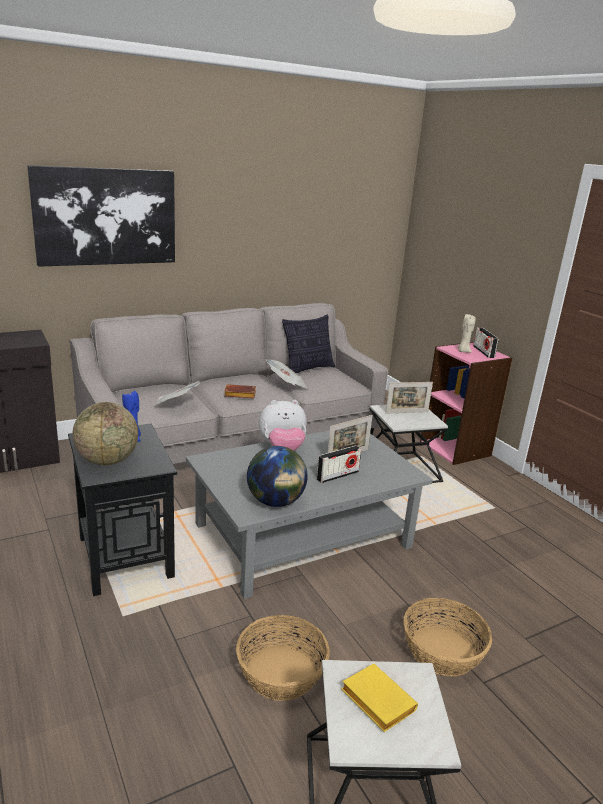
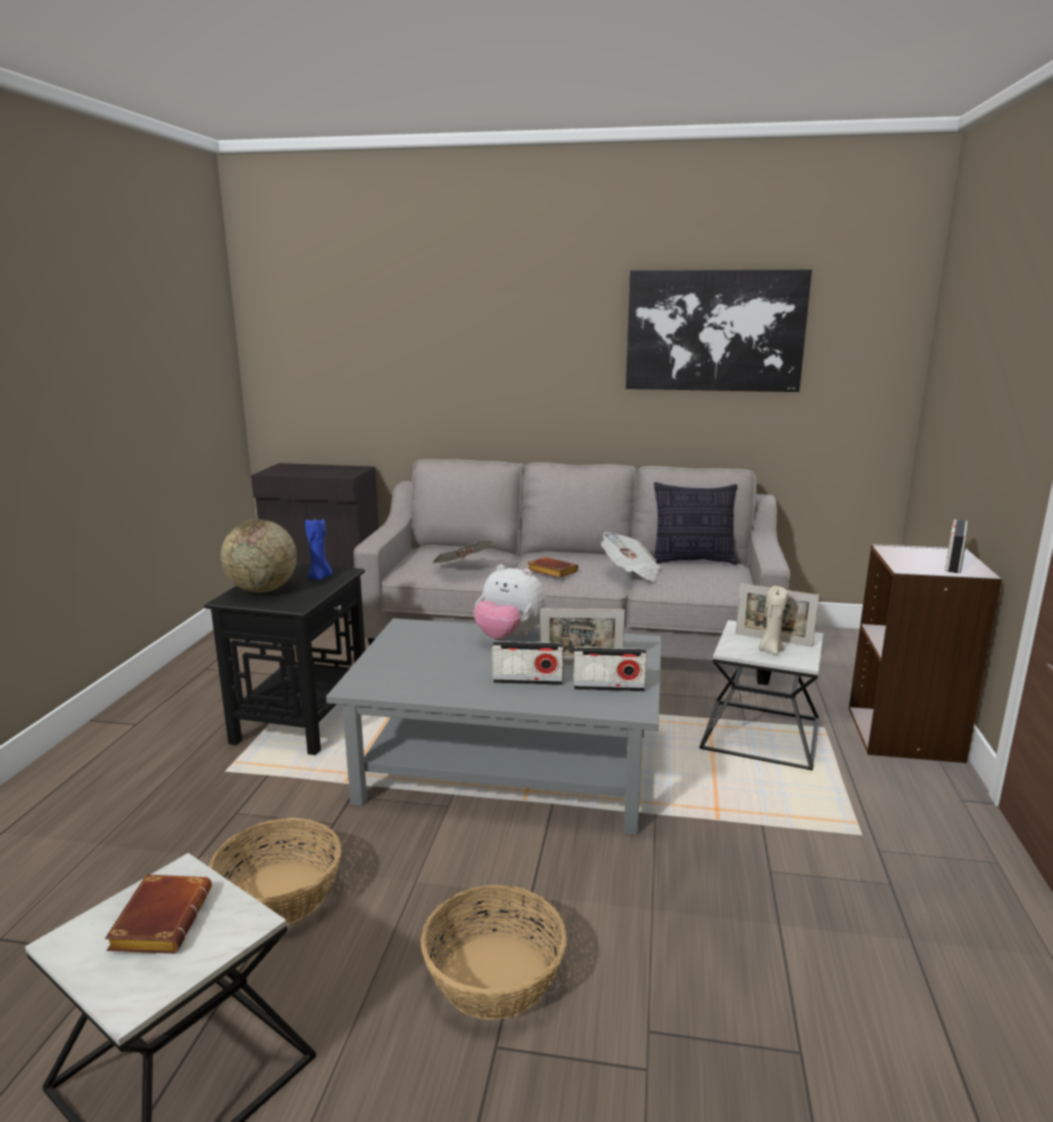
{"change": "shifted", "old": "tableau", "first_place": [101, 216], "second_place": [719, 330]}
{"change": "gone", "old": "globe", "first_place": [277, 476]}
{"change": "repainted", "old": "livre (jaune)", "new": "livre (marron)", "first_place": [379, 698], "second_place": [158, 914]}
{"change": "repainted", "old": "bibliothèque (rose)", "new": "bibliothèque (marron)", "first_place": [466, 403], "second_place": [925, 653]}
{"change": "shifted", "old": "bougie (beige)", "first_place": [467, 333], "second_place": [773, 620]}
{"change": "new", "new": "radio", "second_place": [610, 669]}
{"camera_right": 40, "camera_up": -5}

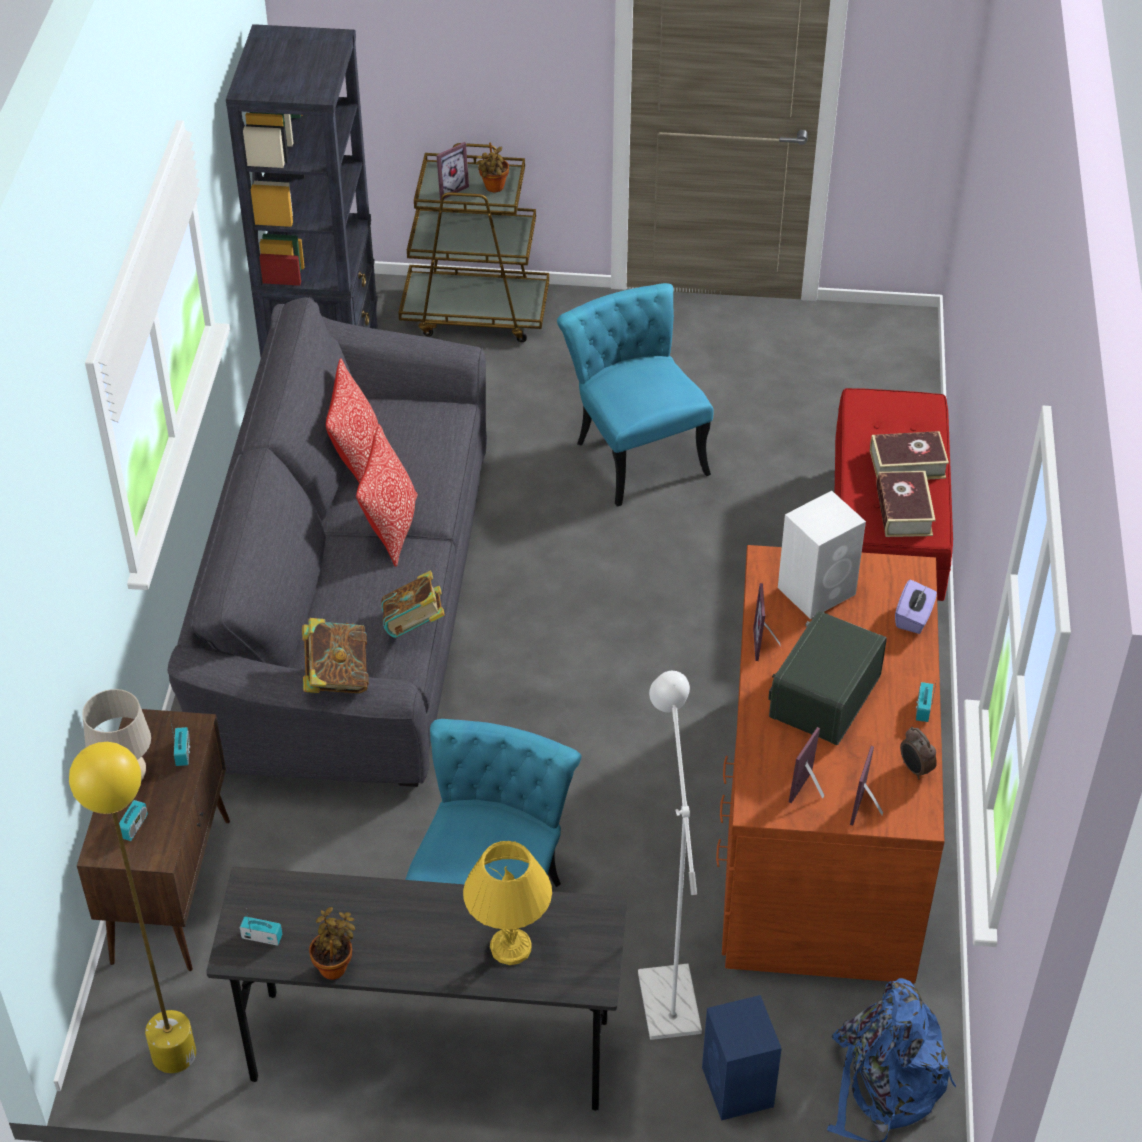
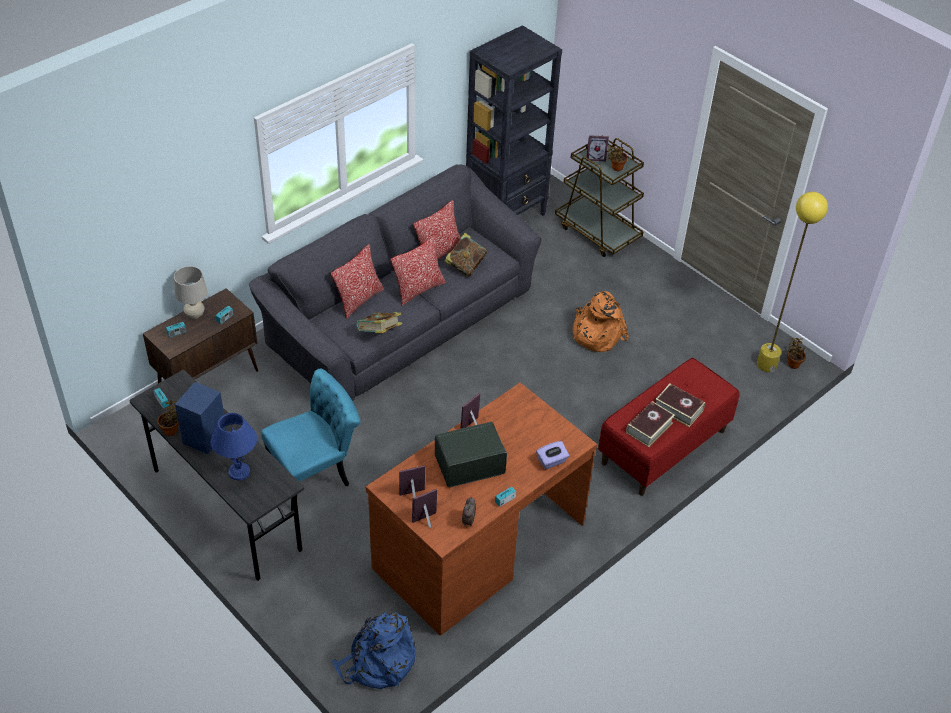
{"change": "shifted", "old": "lampadaire (jaune)", "first_place": [132, 907], "second_place": [792, 282]}
{"change": "shifted", "old": "livre", "first_place": [335, 655], "second_place": [465, 255]}
{"change": "repainted", "old": "lampe de table (jaune)", "new": "lampe de table (bleu)", "first_place": [507, 903], "second_place": [233, 447]}
{"change": "swapped", "old": "chaise (turquoise)", "new": "sac à dos (orange)", "first_place": [635, 394], "second_place": [601, 321]}
{"change": "gone", "old": "lampadaire (blanc)", "first_place": [670, 855]}
{"change": "shifted", "old": "enceinte (bleu)", "first_place": [742, 1058], "second_place": [201, 418]}
{"change": "gone", "old": "enceinte (blanc)", "first_place": [822, 555]}
{"change": "new", "new": "coussin", "second_place": [357, 281]}
{"change": "new", "new": "plante en pot", "second_place": [796, 353]}
{"camera_right": 40, "camera_up": 0}

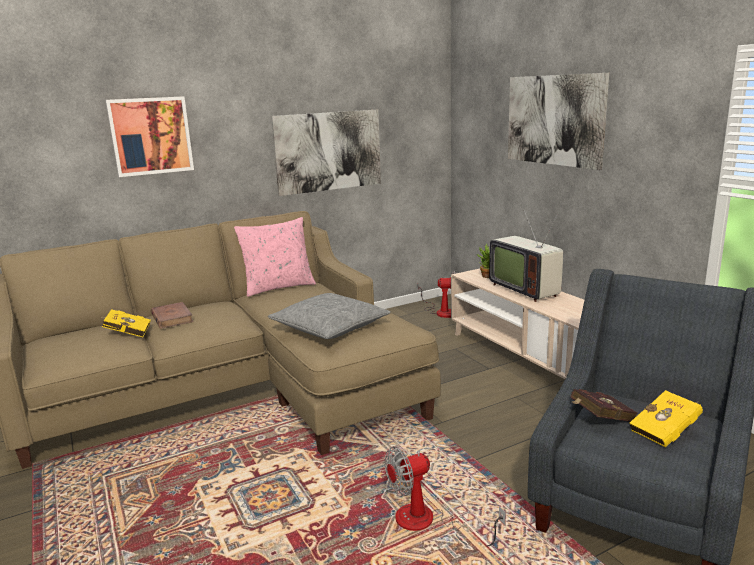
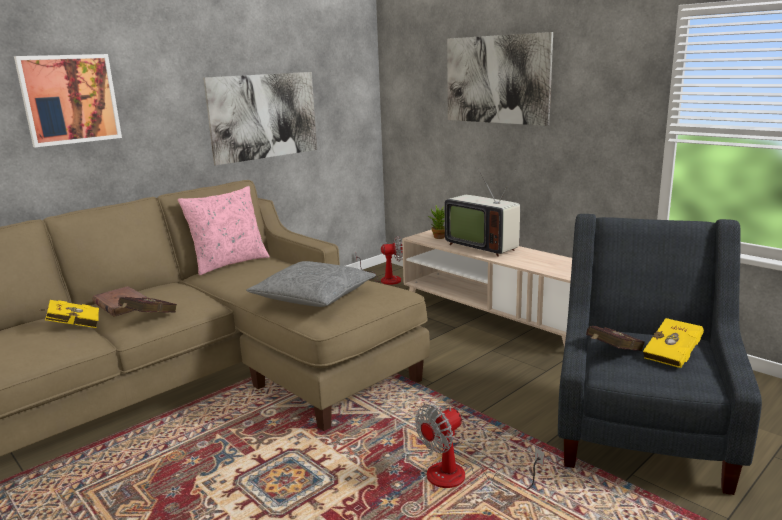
{"change": "new", "new": "livre (rouge)", "second_place": [147, 304]}
{"camera_right": -15, "camera_up": 0}

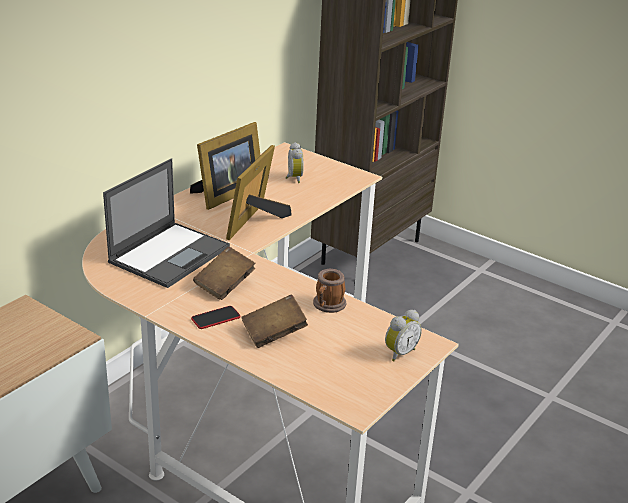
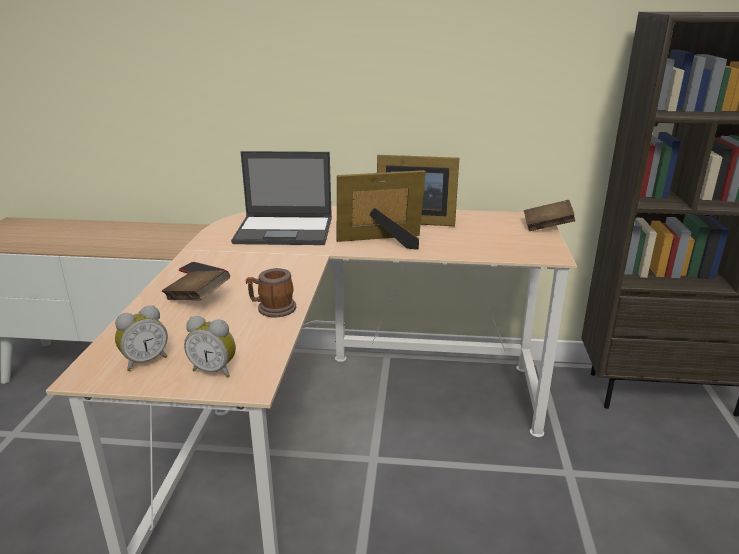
{"change": "shifted", "old": "livre (marron)", "first_place": [224, 273], "second_place": [550, 215]}
{"change": "shifted", "old": "réveil", "first_place": [295, 162], "second_place": [141, 338]}
{"camera_right": 60, "camera_up": -5}

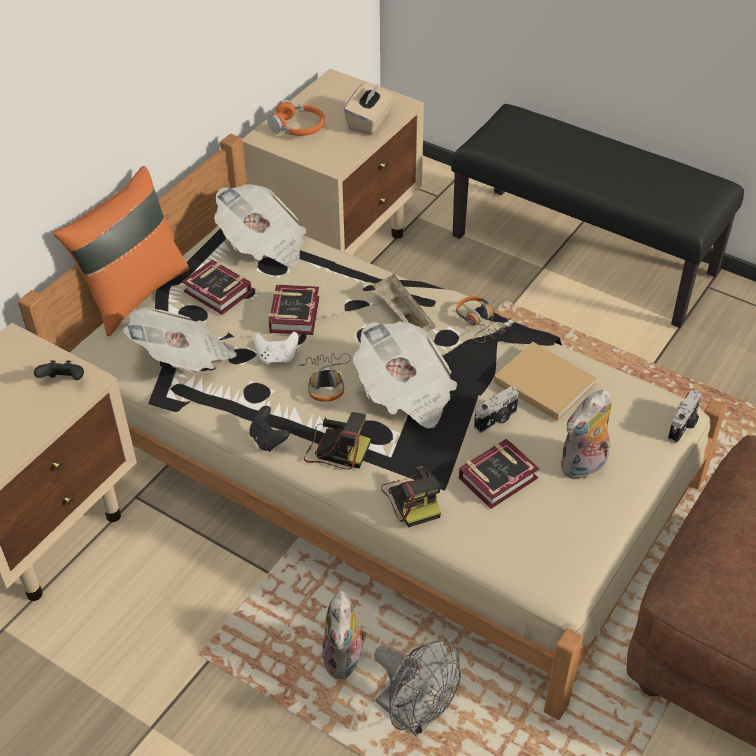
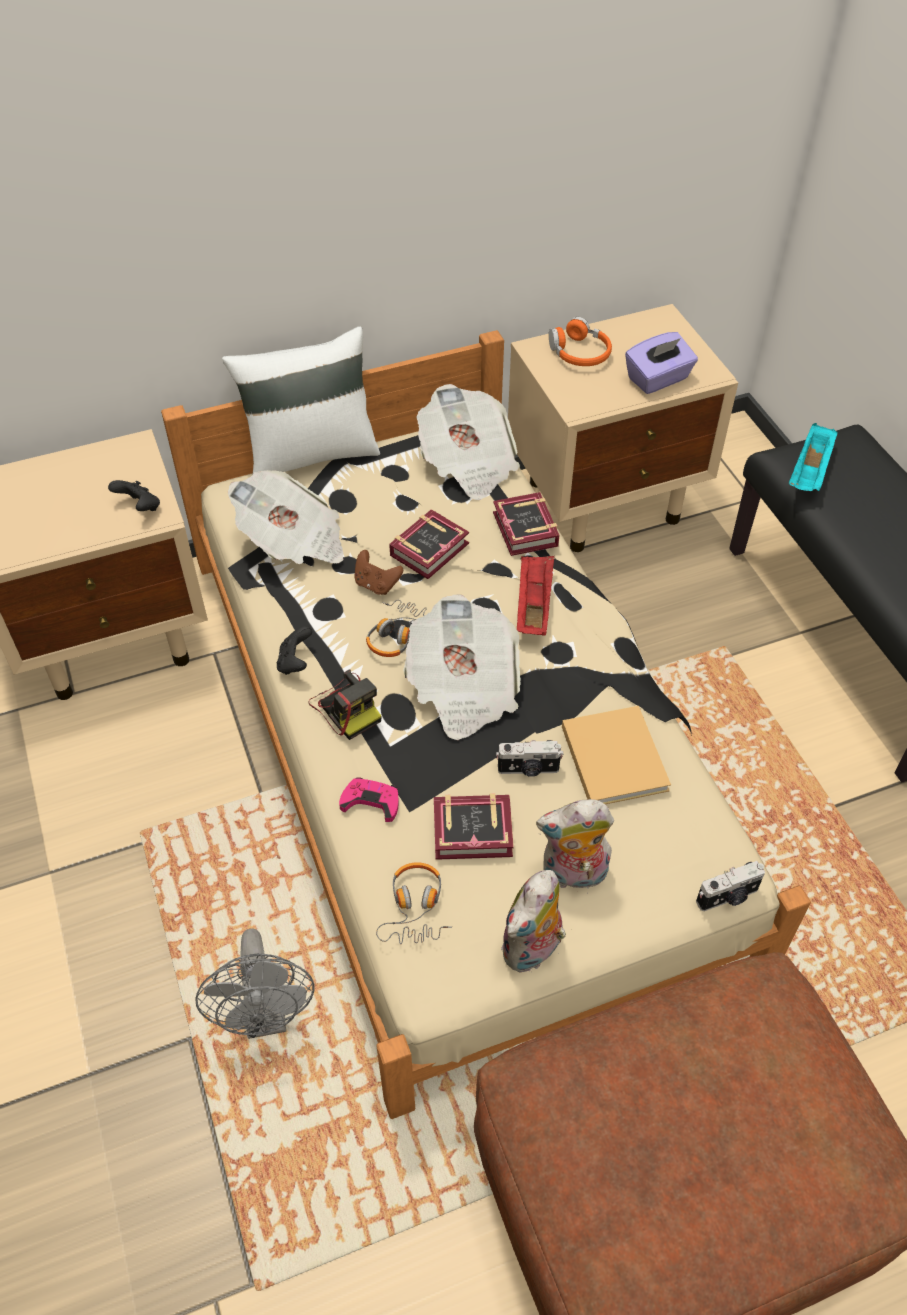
{"change": "repainted", "old": "coussin (orange)", "new": "coussin (blanc)", "first_place": [121, 251], "second_place": [301, 399]}
{"change": "shifted", "old": "livre", "first_place": [217, 287], "second_place": [526, 524]}
{"change": "repainted", "old": "manette (blanc)", "new": "manette (marron)", "first_place": [276, 348], "second_place": [379, 572]}
{"change": "shifted", "old": "peluche", "first_place": [345, 635], "second_place": [533, 921]}
{"change": "repainted", "old": "boîte à mouchoirs (beige)", "new": "boîte à mouchoirs (violet)", "first_place": [369, 108], "second_place": [661, 363]}
{"change": "repainted", "old": "plateau (beige)", "new": "plateau (rouge)", "first_place": [404, 302], "second_place": [535, 595]}
{"change": "swapped", "old": "appareil photo", "new": "manette (rose)", "first_place": [411, 497], "second_place": [369, 799]}
{"change": "shifted", "old": "casque audio", "first_place": [484, 319], "second_place": [414, 903]}
{"change": "new", "new": "plateau (turquoise)", "second_place": [813, 457]}
{"camera_right": 35, "camera_up": 5}

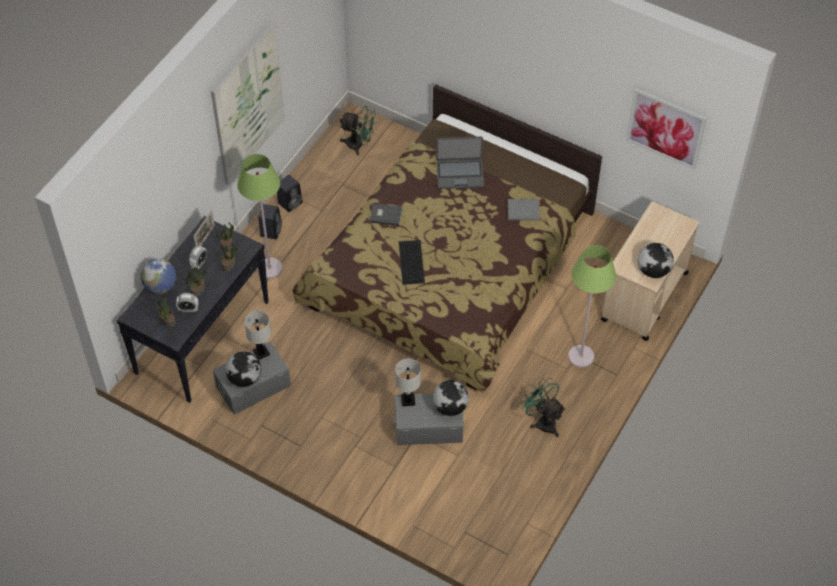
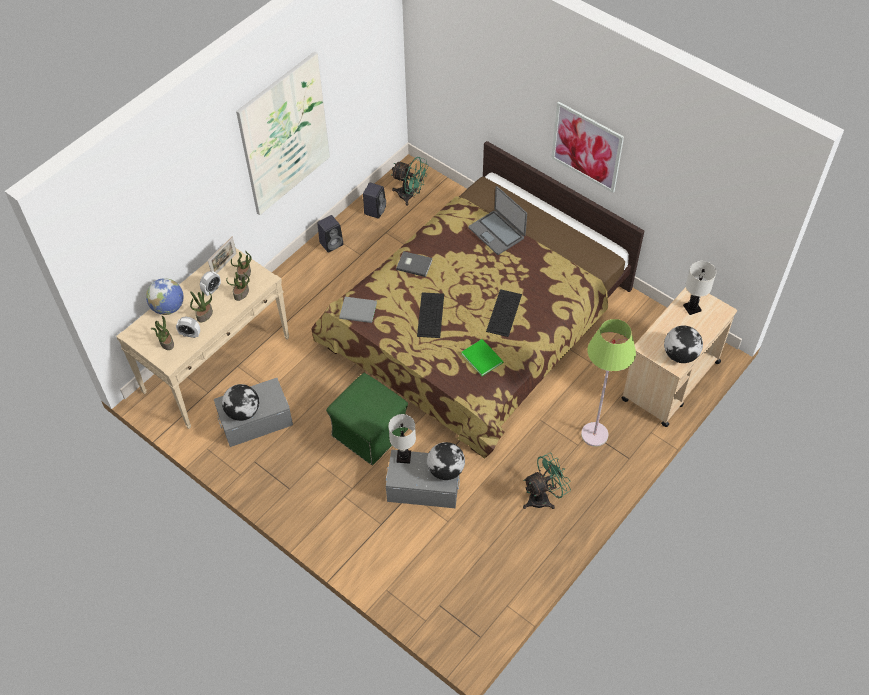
{"change": "repainted", "old": "table console (noir)", "new": "table console (beige)", "first_place": [192, 309], "second_place": [203, 338]}
{"change": "gone", "old": "lampadaire (vert)", "first_place": [259, 216]}
{"change": "shifted", "old": "lampe de table (blanc)", "first_place": [257, 335], "second_place": [699, 288]}
{"change": "shifted", "old": "enceinte (noir)", "first_place": [270, 221], "second_place": [374, 201]}
{"change": "rotated", "old": "ordinateur portable", "first_place": [460, 163], "second_place": [497, 220], "degrees": 45}
{"change": "shifted", "old": "livre (gris)", "first_place": [524, 209], "second_place": [358, 310]}
{"change": "rotated", "old": "ventilateur (vert)", "first_place": [543, 407], "second_place": [547, 481], "degrees": 90}
{"change": "shifted", "old": "tableau", "first_place": [666, 129], "second_place": [587, 147]}
{"change": "new", "new": "pouf (vert)", "second_place": [367, 419]}
{"change": "new", "new": "livre (vert)", "second_place": [482, 357]}
{"change": "new", "new": "clavier", "second_place": [504, 313]}
{"camera_right": 10, "camera_up": 0}

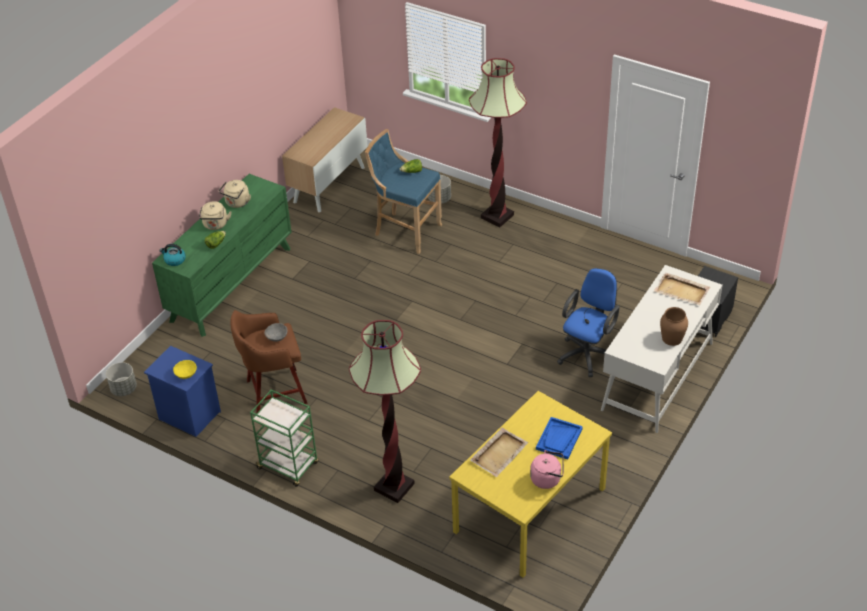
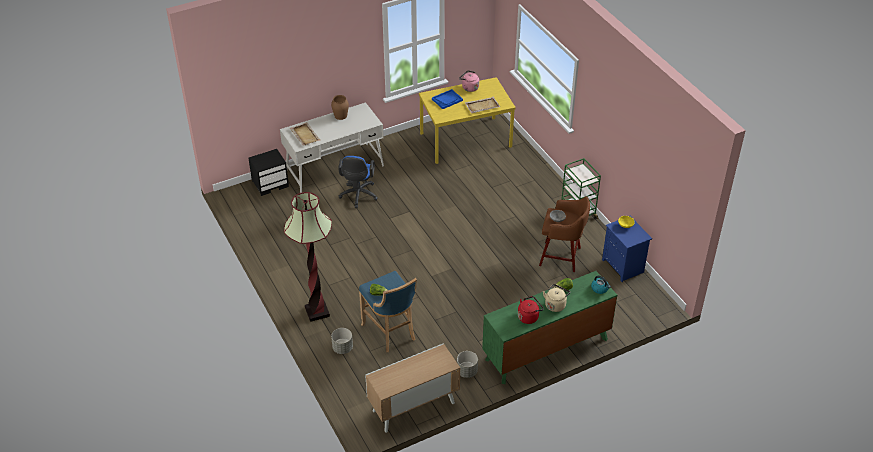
{"change": "shifted", "old": "cache-pot (gris)", "first_place": [121, 379], "second_place": [467, 364]}
{"change": "repainted", "old": "bouilloire (beige)", "new": "bouilloire (rouge)", "first_place": [234, 194], "second_place": [531, 310]}
{"change": "gone", "old": "lampadaire", "first_place": [385, 411]}
{"change": "rotated", "old": "chaise de bureau (bleu)", "first_place": [588, 322], "second_place": [358, 182], "degrees": -60}
{"camera_right": -150, "camera_up": 0}

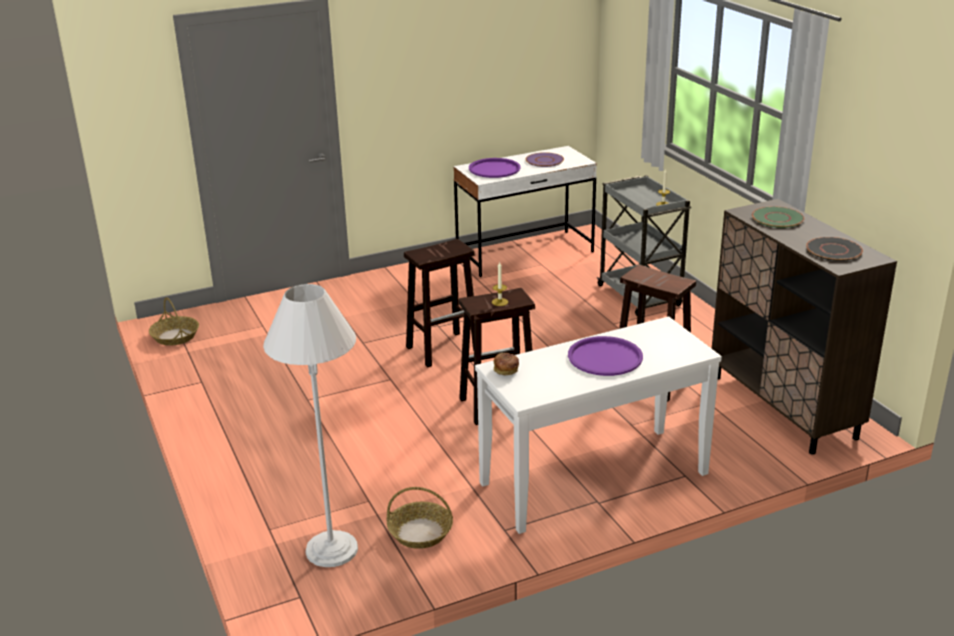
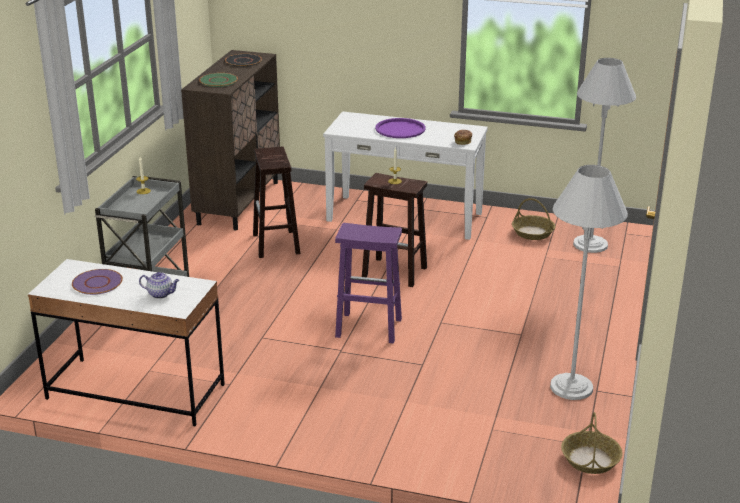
{"change": "repainted", "old": "tabouret (marron)", "new": "tabouret (violet)", "first_place": [439, 303], "second_place": [368, 283]}
{"change": "swapped", "old": "plateau (violet)", "new": "théière", "first_place": [495, 168], "second_place": [159, 285]}
{"change": "new", "new": "lampadaire (blanc)", "second_place": [589, 282]}
{"camera_right": -140, "camera_up": 0}

